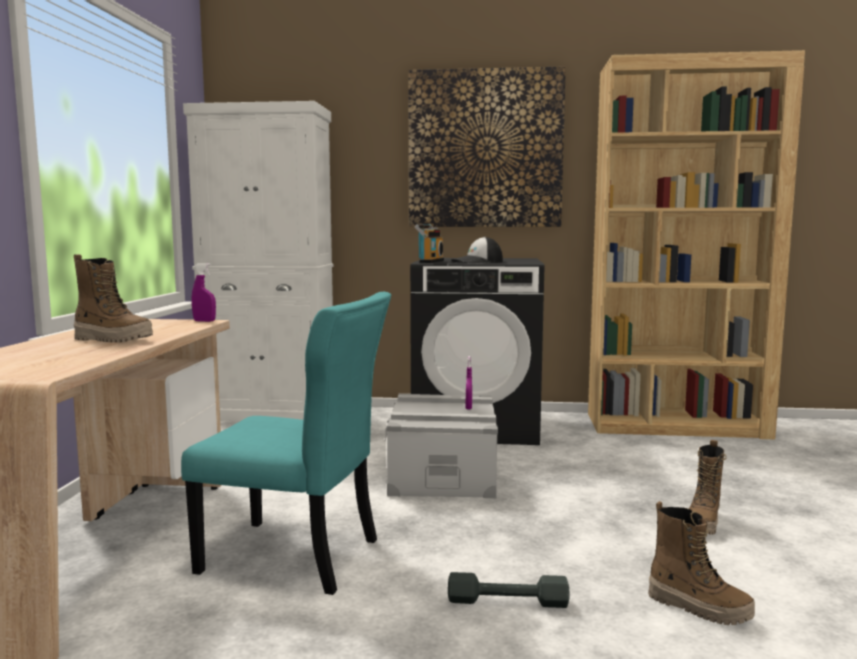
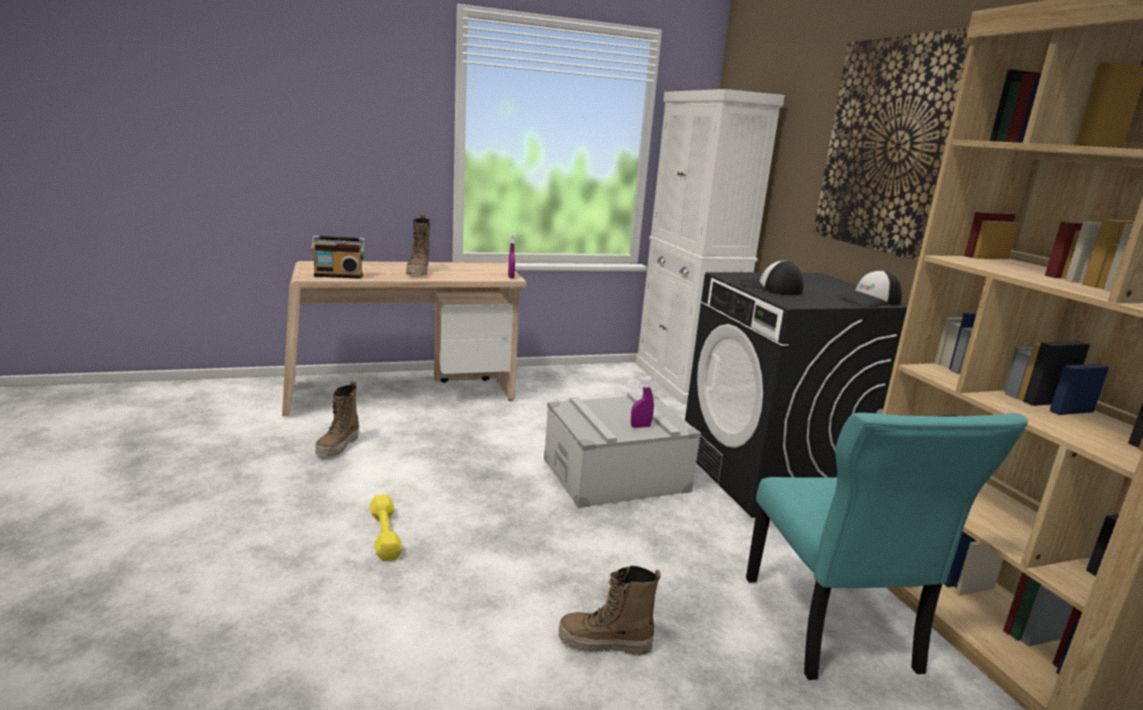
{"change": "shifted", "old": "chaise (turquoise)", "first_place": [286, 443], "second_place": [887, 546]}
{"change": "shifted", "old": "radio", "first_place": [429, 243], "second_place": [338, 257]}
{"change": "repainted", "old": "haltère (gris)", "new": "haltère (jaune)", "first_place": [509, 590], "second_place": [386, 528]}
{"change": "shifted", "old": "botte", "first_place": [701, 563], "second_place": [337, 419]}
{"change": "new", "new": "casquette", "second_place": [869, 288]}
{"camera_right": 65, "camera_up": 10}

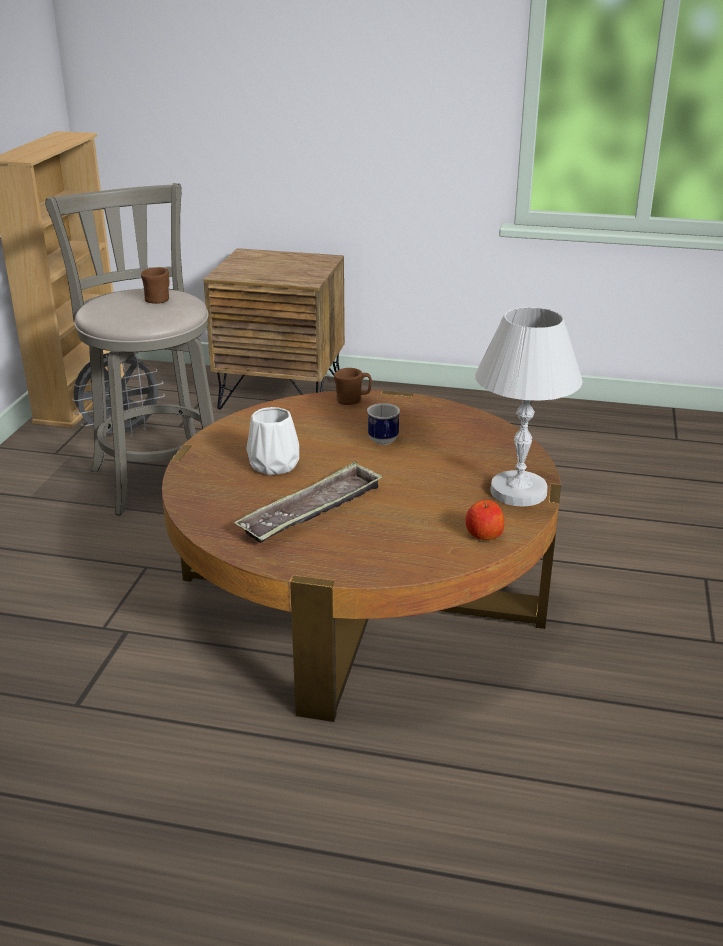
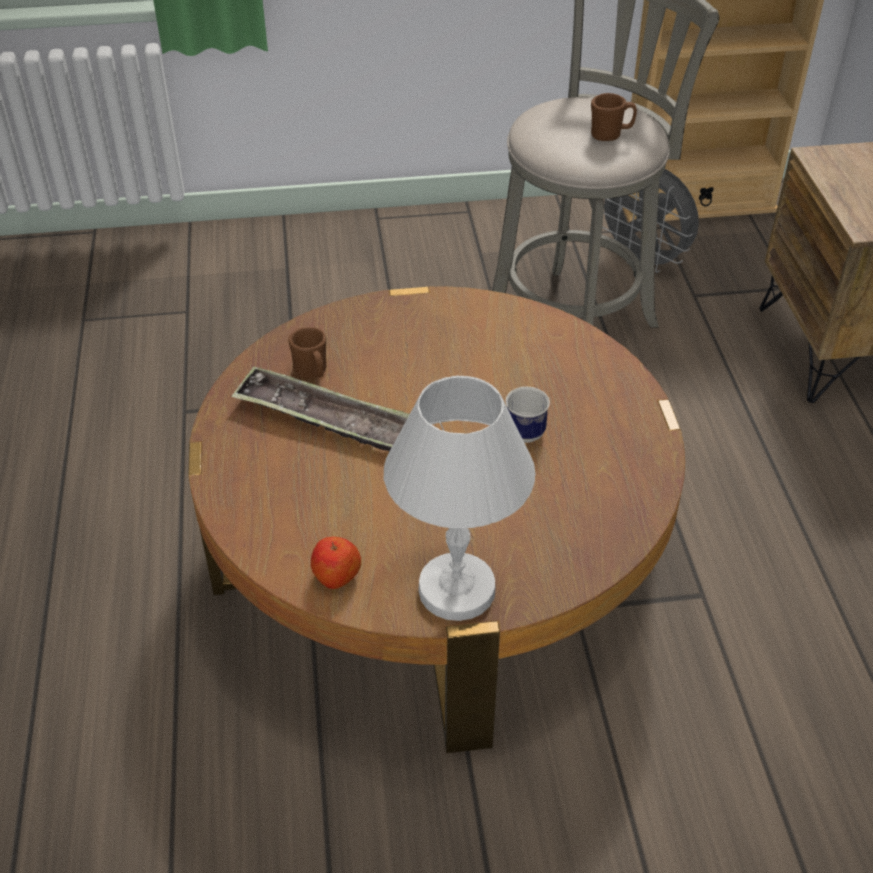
{"change": "gone", "old": "vase (blanc)", "first_place": [273, 441]}
{"change": "shifted", "old": "mug (marron)", "first_place": [353, 386], "second_place": [307, 353]}
{"camera_right": 70, "camera_up": 15}

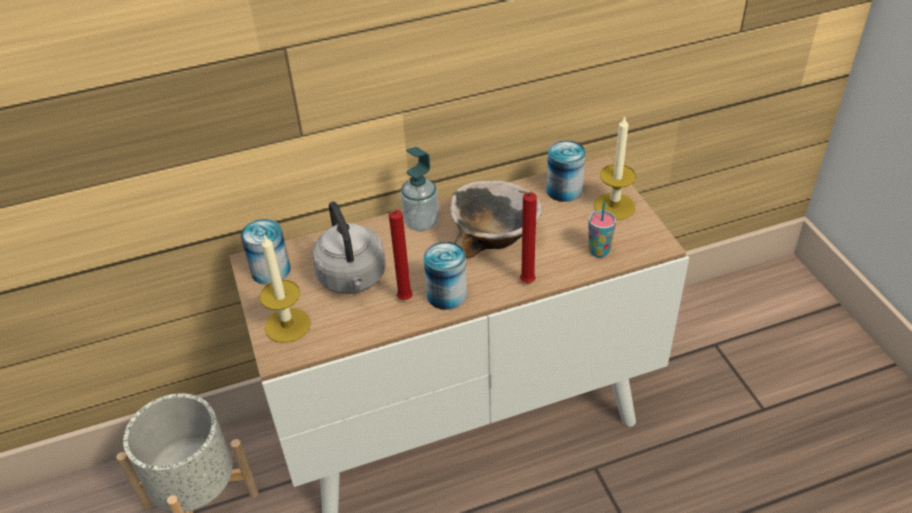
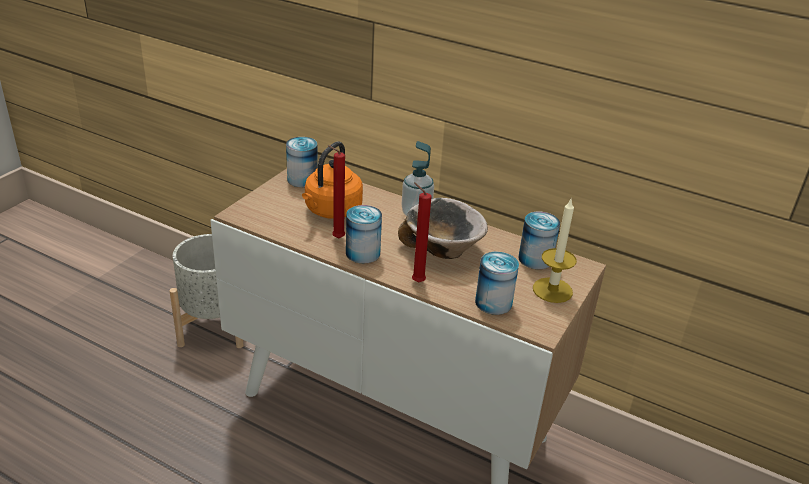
{"change": "gone", "old": "bougie", "first_place": [285, 288]}
{"change": "repainted", "old": "bouilloire (gris)", "new": "bouilloire (orange)", "first_place": [349, 247], "second_place": [332, 180]}
{"change": "swapped", "old": "tasse", "new": "boîte métallique", "first_place": [602, 229], "second_place": [497, 283]}
{"camera_right": 45, "camera_up": -10}

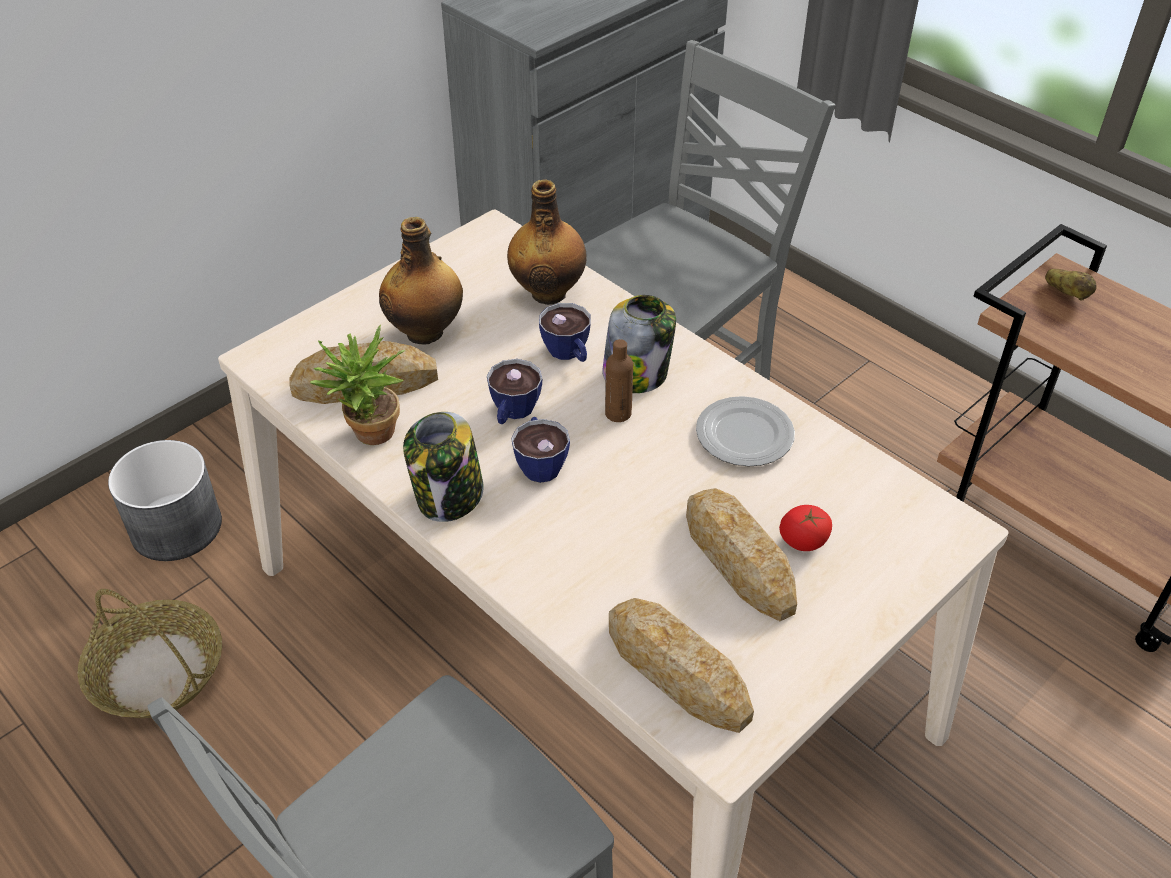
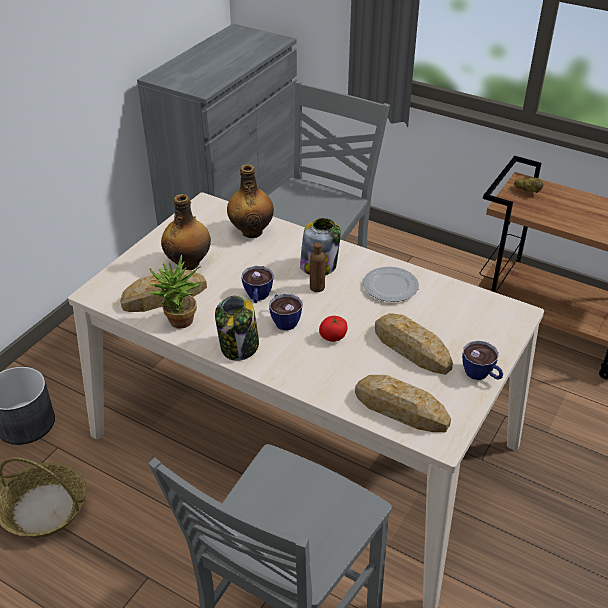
{"change": "shifted", "old": "tasse", "first_place": [565, 332], "second_place": [482, 360]}
{"change": "shifted", "old": "tomate", "first_place": [805, 528], "second_place": [333, 329]}
{"camera_right": -15, "camera_up": -5}

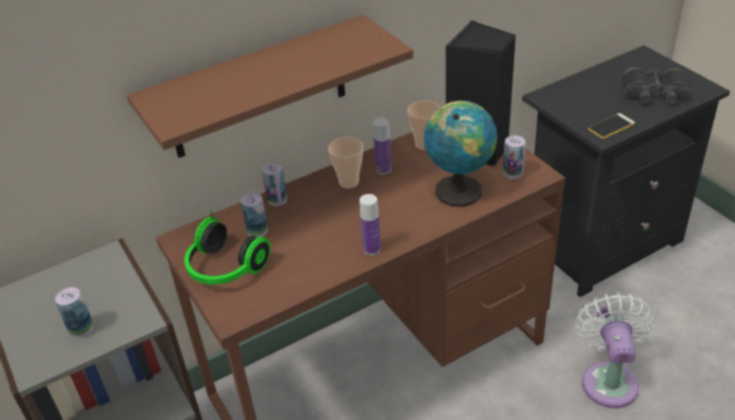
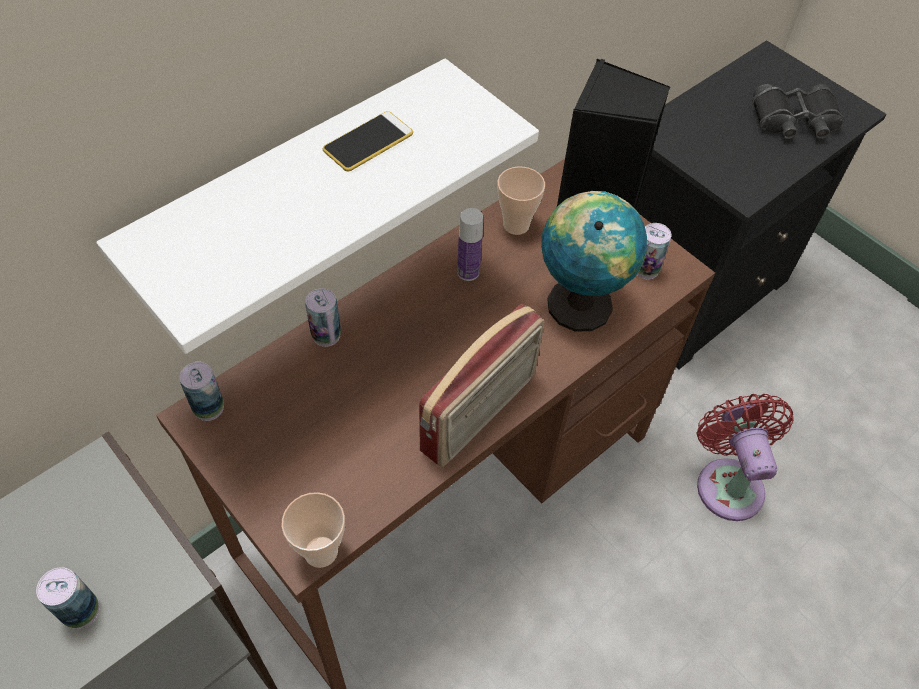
{"change": "repainted", "old": "étagère (marron)", "new": "étagère (blanc)", "first_place": [270, 86], "second_place": [317, 206]}
{"change": "gone", "old": "casque audio", "first_place": [227, 247]}
{"change": "shifted", "old": "boîte métallique", "first_place": [254, 215], "second_place": [201, 391]}
{"change": "shifted", "old": "tasse", "first_place": [345, 162], "second_place": [313, 530]}
{"change": "swapped", "old": "bouteille", "new": "radio", "first_place": [370, 224], "second_place": [482, 385]}
{"change": "repainted", "old": "ventilateur (blanc)", "new": "ventilateur (rouge)", "first_place": [615, 350], "second_place": [745, 457]}
{"change": "shifted", "old": "téléphone", "first_place": [611, 126], "second_place": [368, 141]}
{"camera_right": -15, "camera_up": 15}

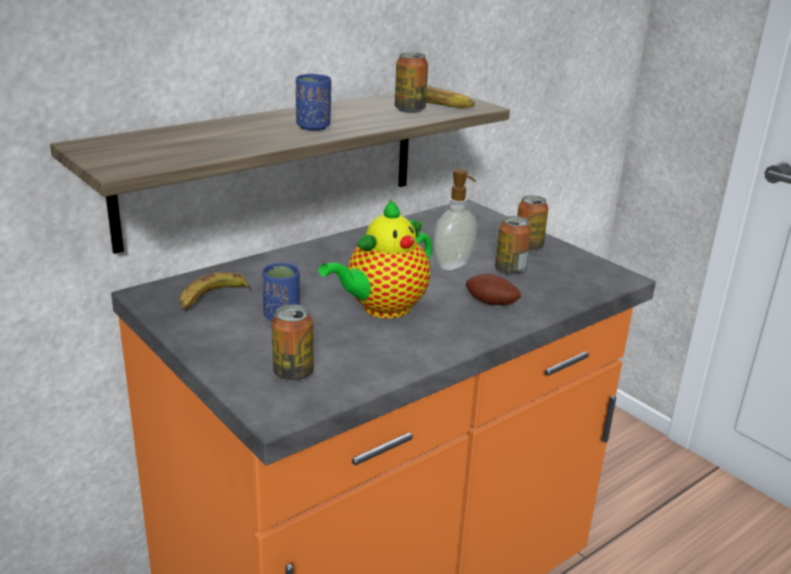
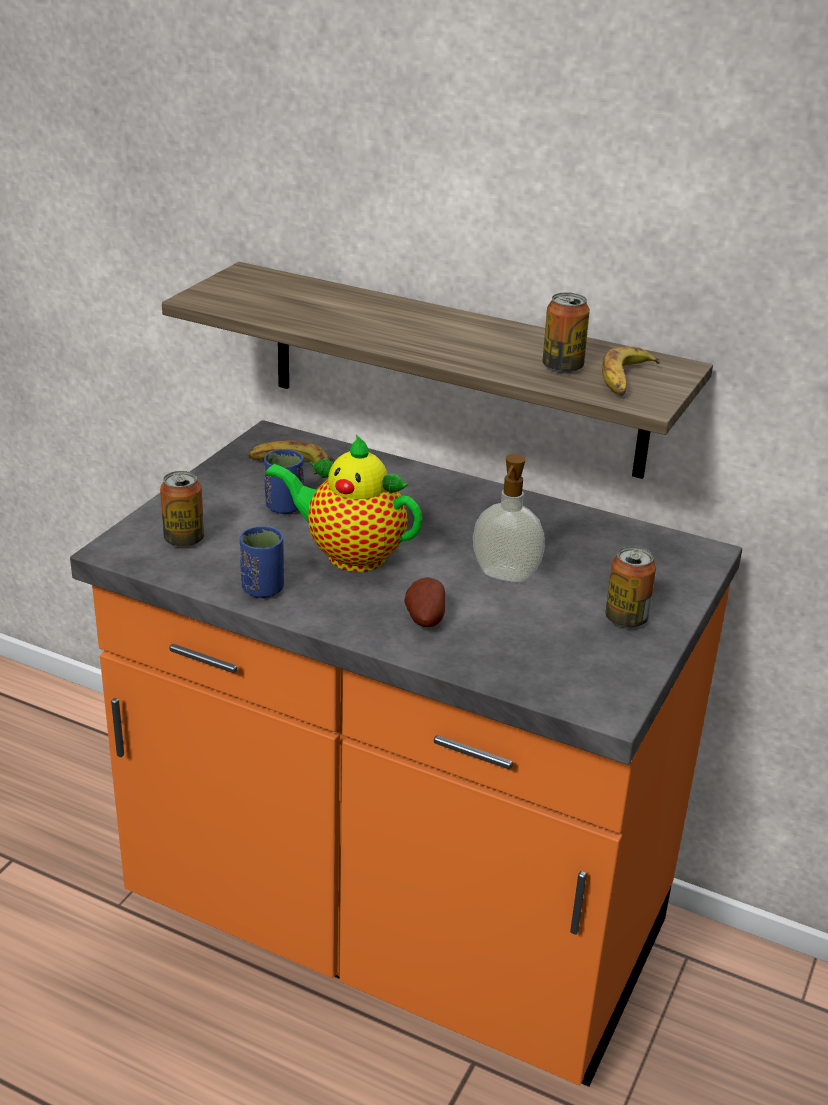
{"change": "shifted", "old": "tasse (bleu)", "first_place": [313, 102], "second_place": [262, 562]}
{"change": "gone", "old": "boîte métallique", "first_place": [513, 246]}
{"camera_right": 65, "camera_up": 5}

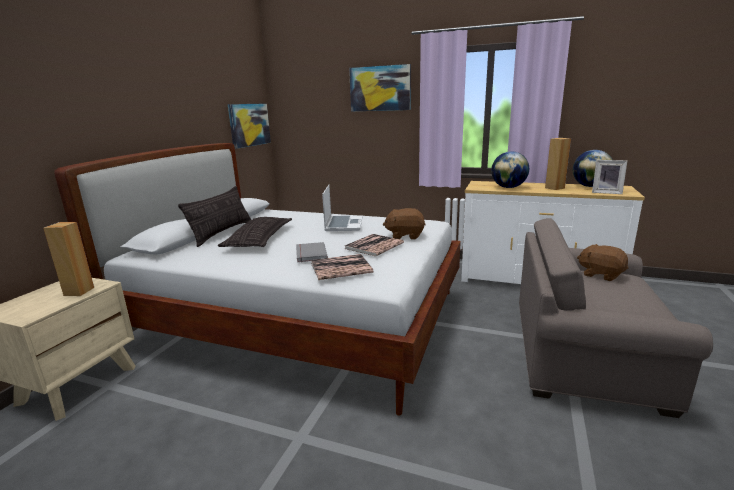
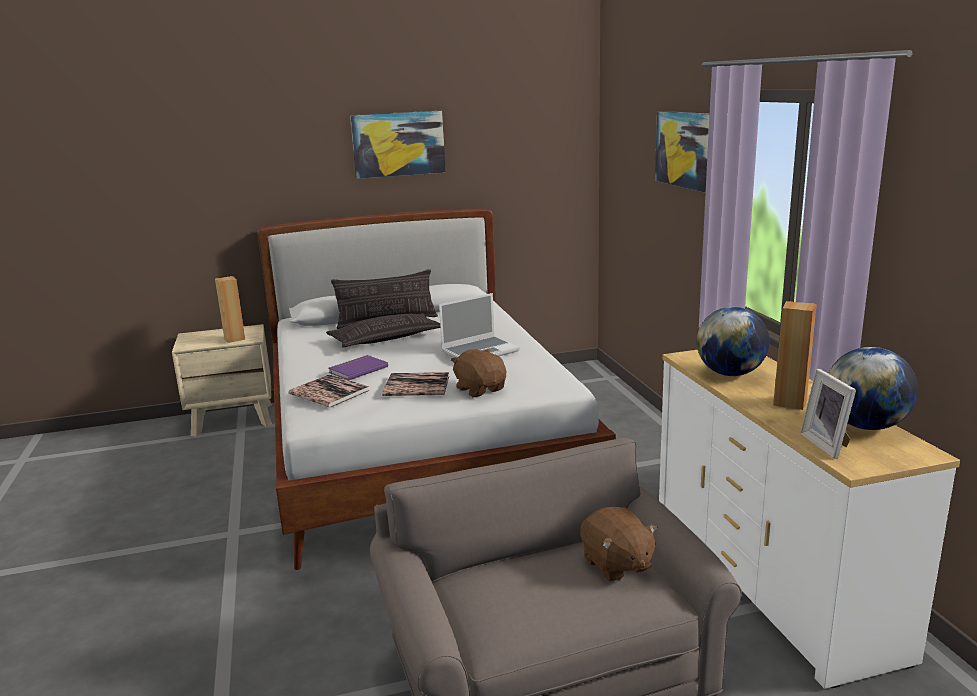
{"change": "shifted", "old": "tableau", "first_place": [249, 126], "second_place": [398, 145]}
{"change": "repainted", "old": "livre (gris)", "new": "livre (violet)", "first_place": [312, 252], "second_place": [358, 367]}
{"change": "rotated", "old": "peluche (marron)", "first_place": [602, 262], "second_place": [619, 544], "degrees": 150}
{"camera_right": 55, "camera_up": 0}

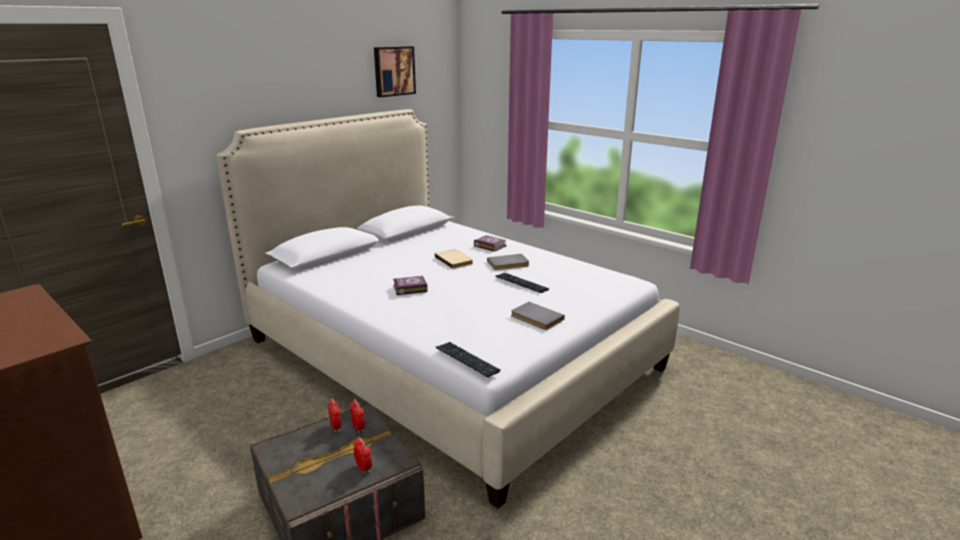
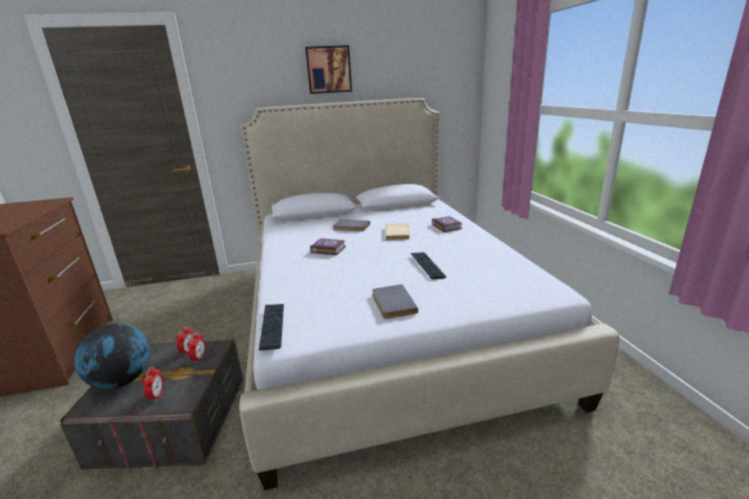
{"change": "shifted", "old": "tableau", "first_place": [395, 71], "second_place": [328, 69]}
{"change": "shifted", "old": "livre (gris)", "first_place": [508, 262], "second_place": [351, 225]}
{"change": "new", "new": "globe", "second_place": [112, 356]}
{"camera_right": 35, "camera_up": 0}

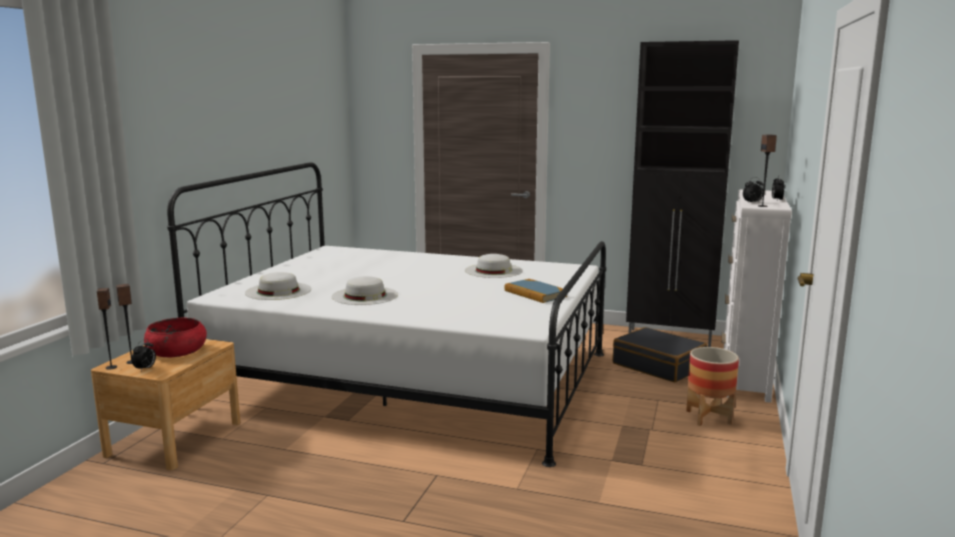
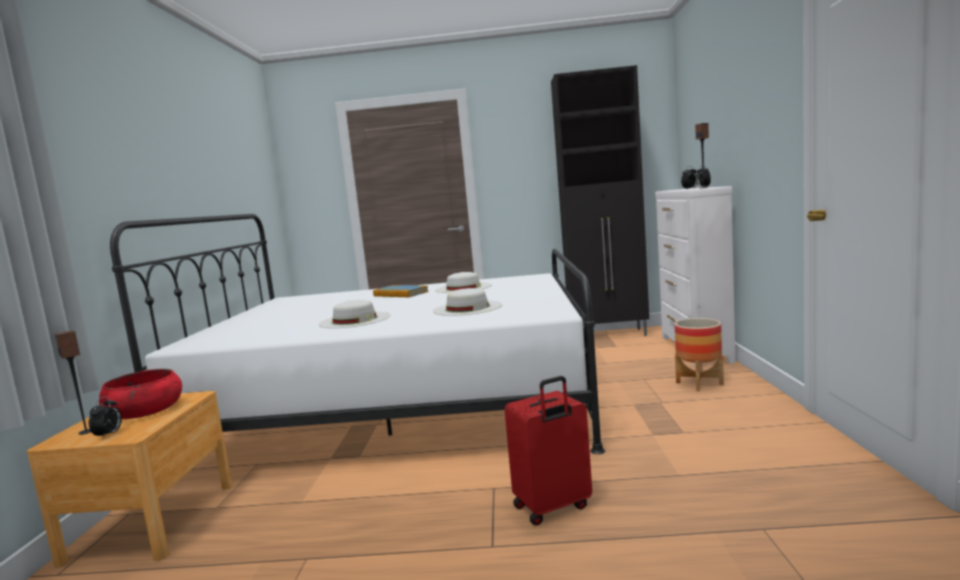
{"change": "gone", "old": "enceinte", "first_place": [107, 329]}
{"change": "shifted", "old": "chapeau (blanc)", "first_place": [278, 286], "second_place": [467, 302]}
{"change": "shifted", "old": "livre", "first_place": [535, 291], "second_place": [401, 291]}
{"change": "gone", "old": "valise (noir)", "first_place": [660, 354]}
{"change": "new", "new": "valise (rouge)", "second_place": [548, 451]}
{"camera_right": -15, "camera_up": -5}

